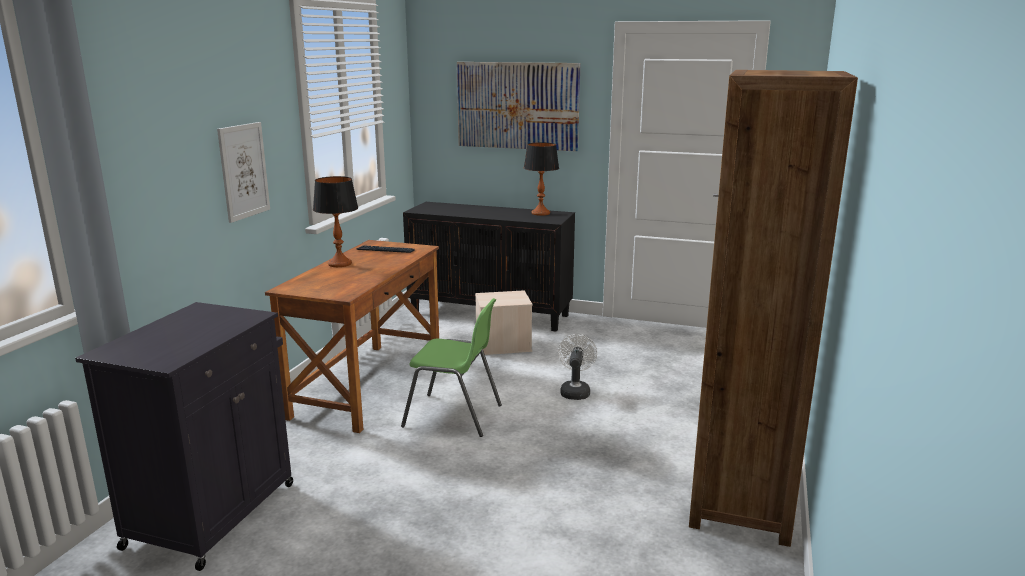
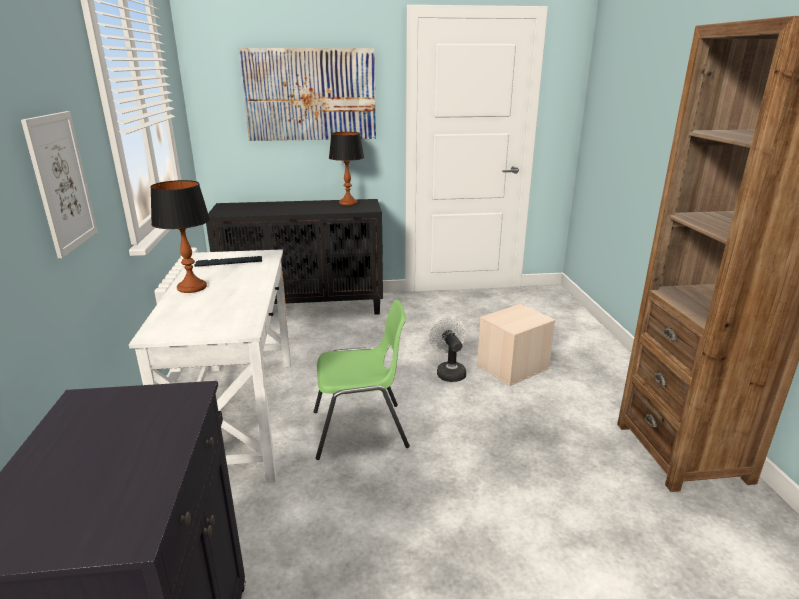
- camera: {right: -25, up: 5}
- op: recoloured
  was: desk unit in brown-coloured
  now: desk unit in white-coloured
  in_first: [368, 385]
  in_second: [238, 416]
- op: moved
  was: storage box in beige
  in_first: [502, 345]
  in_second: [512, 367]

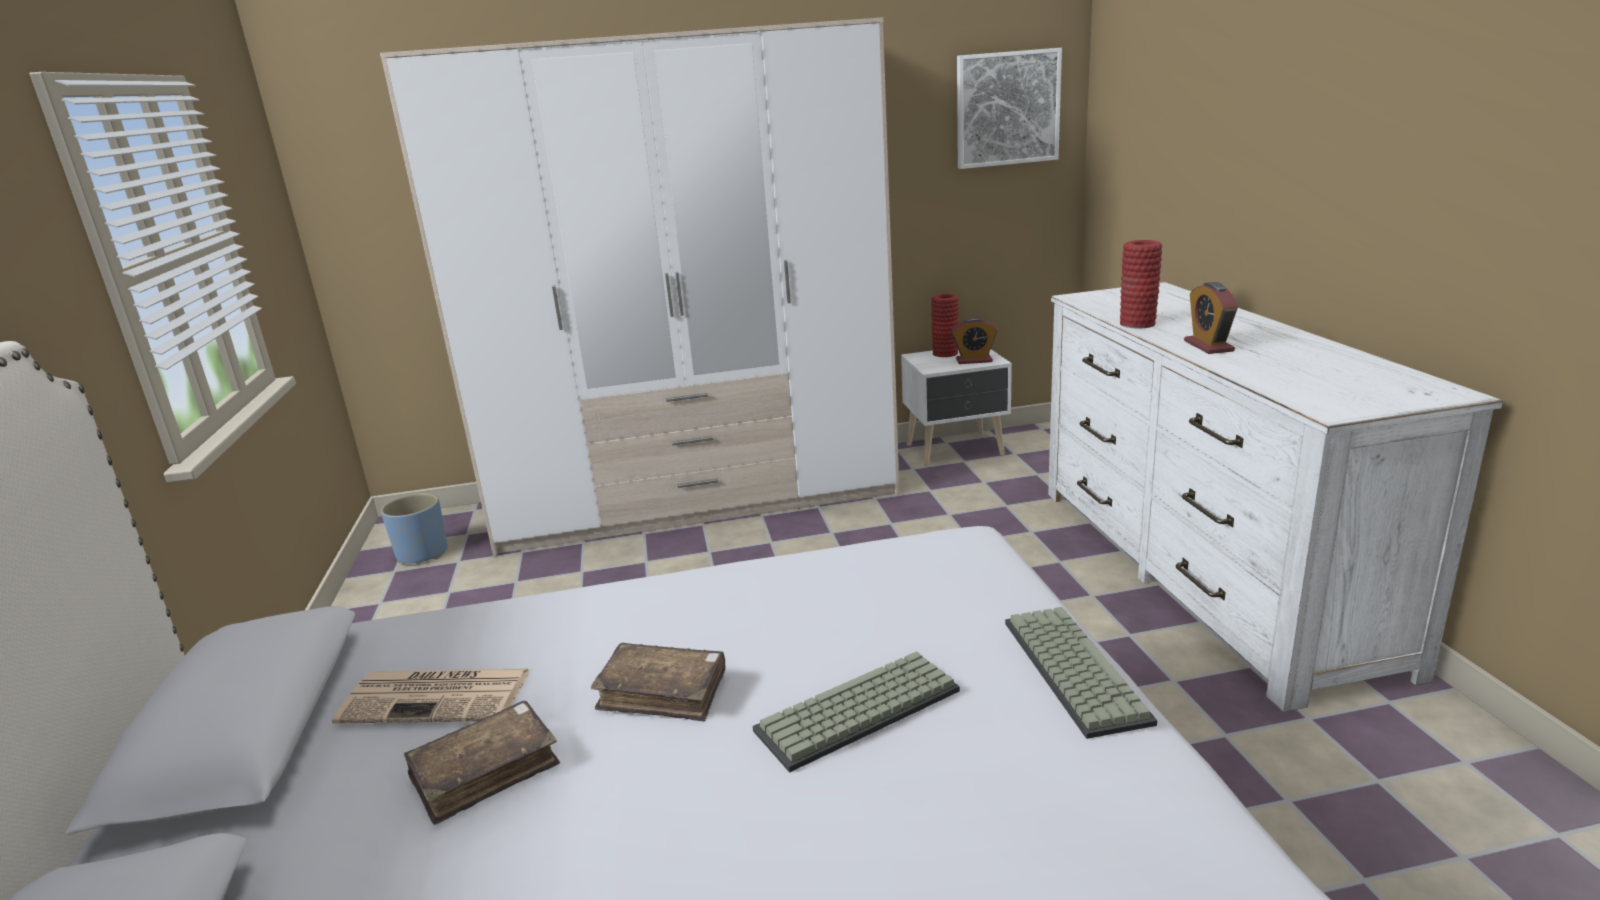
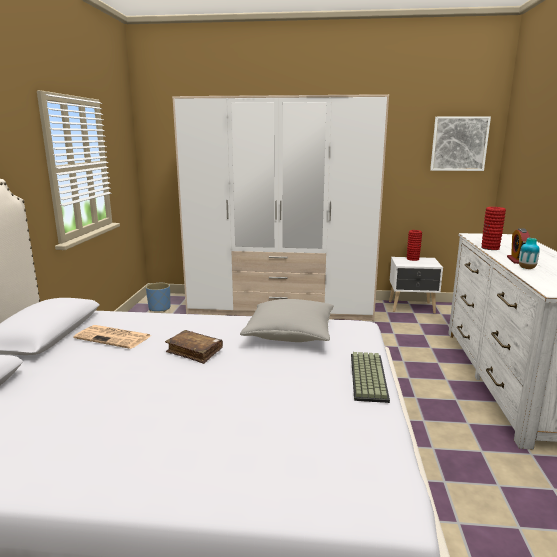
- camera: {right: 15, up: -5}
- op: removed
  was: volume in brown-coloured
  in_first: [485, 772]
- op: removed
  was: keyboard
  in_first: [858, 713]
- op: removed
  was: alarm clock
  in_first: [974, 360]
- op: added
  now: throw pillow in greyish
  in_second: [290, 334]
- op: added
  now: flower vase
  in_second: [526, 268]

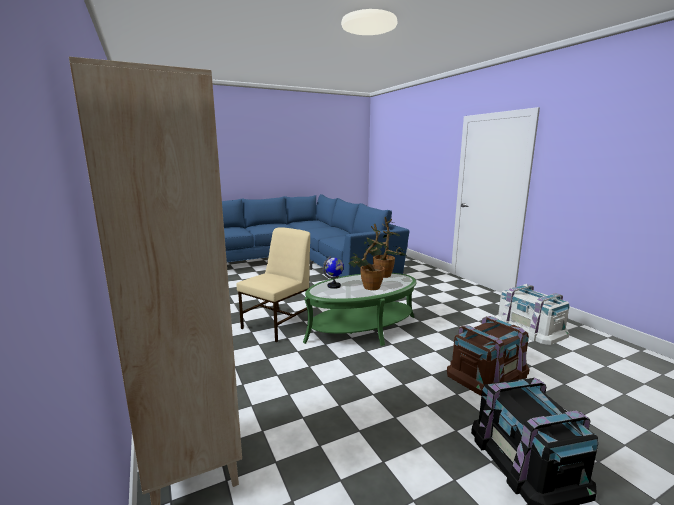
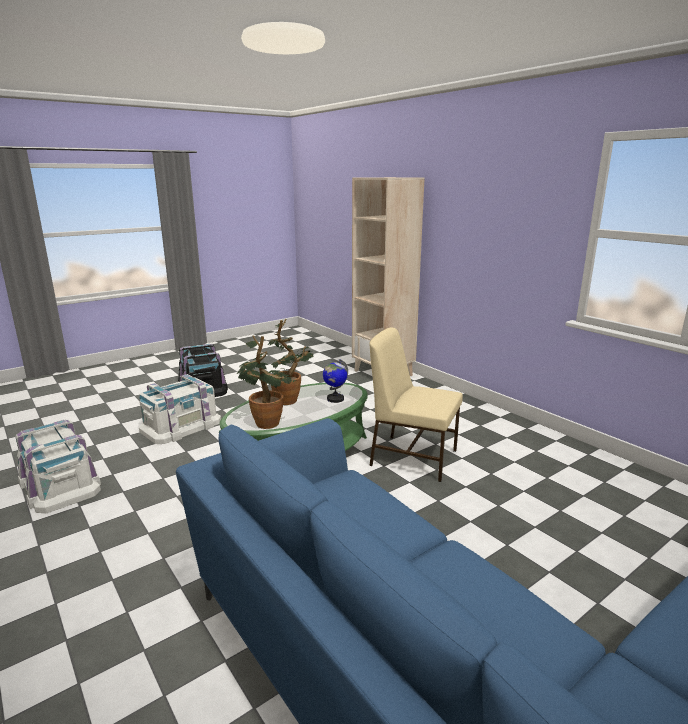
- camera: {right: 170, up: 5}
- op: turned
  was: plain chair in beige
  in_first: [278, 324]
  in_second: [412, 457]
  clockwise: 90
- op: recoloured
  was: storage box in brown-coloured
  now: storage box in white-coloured
  in_first: [487, 372]
  in_second: [181, 425]

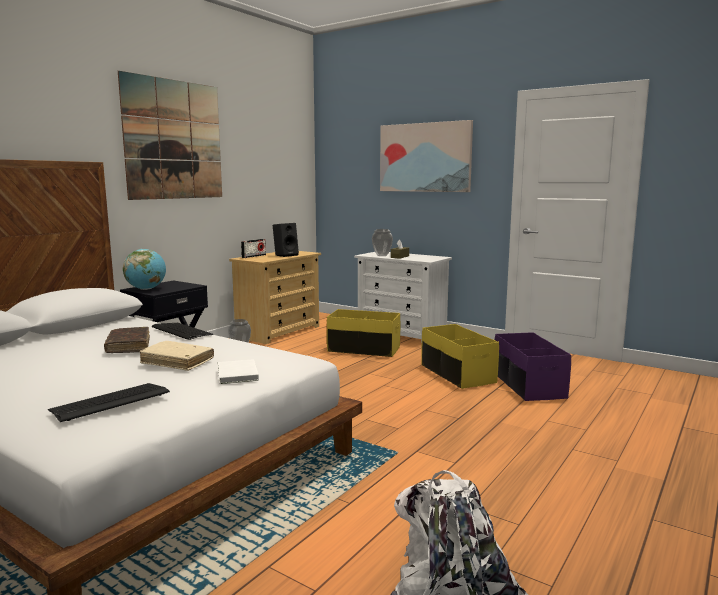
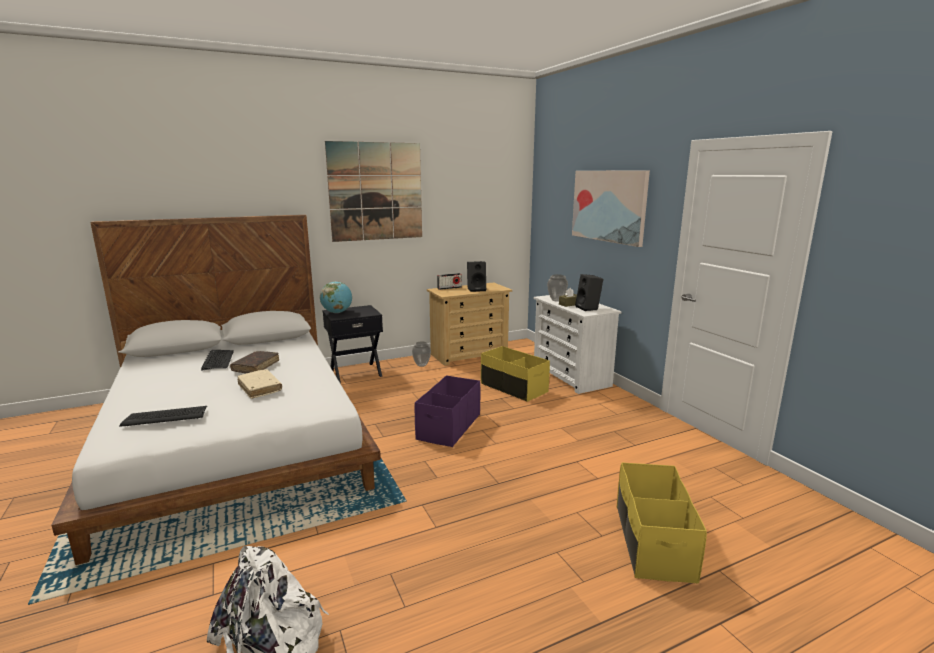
- camera: {right: 30, up: 5}
- op: moved
  was: keyboard
  in_first: [181, 332]
  in_second: [218, 360]
- op: removed
  was: volume in white-coloured
  in_first: [236, 374]
- op: moved
  was: storage box in yellowish
  in_first: [457, 374]
  in_second: [652, 542]
- op: moved
  was: storage box in purplish
  in_first: [527, 385]
  in_second: [448, 427]
- op: added
  now: loudspeaker in black-coloured
  in_second: [588, 308]

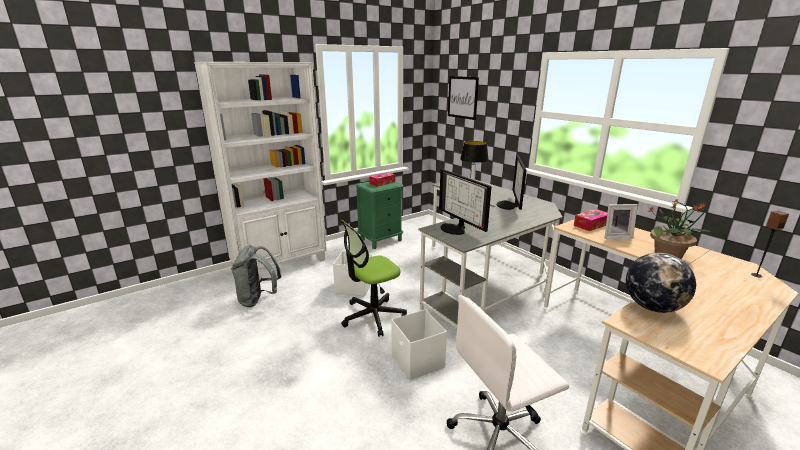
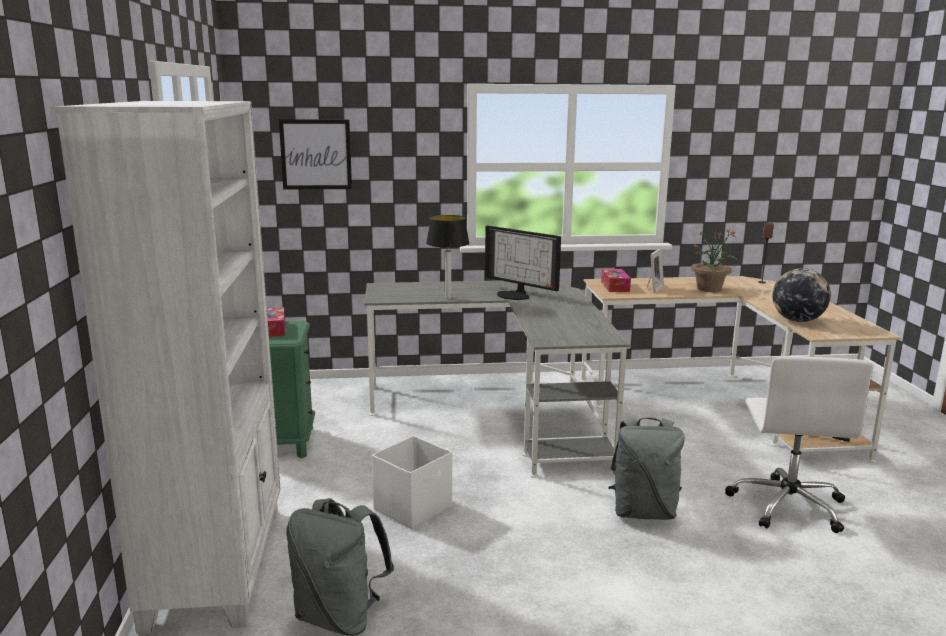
- camera: {right: -60, up: -5}
- op: removed
  was: computer chair
  in_first: [373, 316]
- op: replaced
  was: storage box in white-coloured
  now: rucksack in greyish
  in_first: [417, 361]
  in_second: [643, 512]
- op: removed
  was: computer display
  in_first: [455, 228]

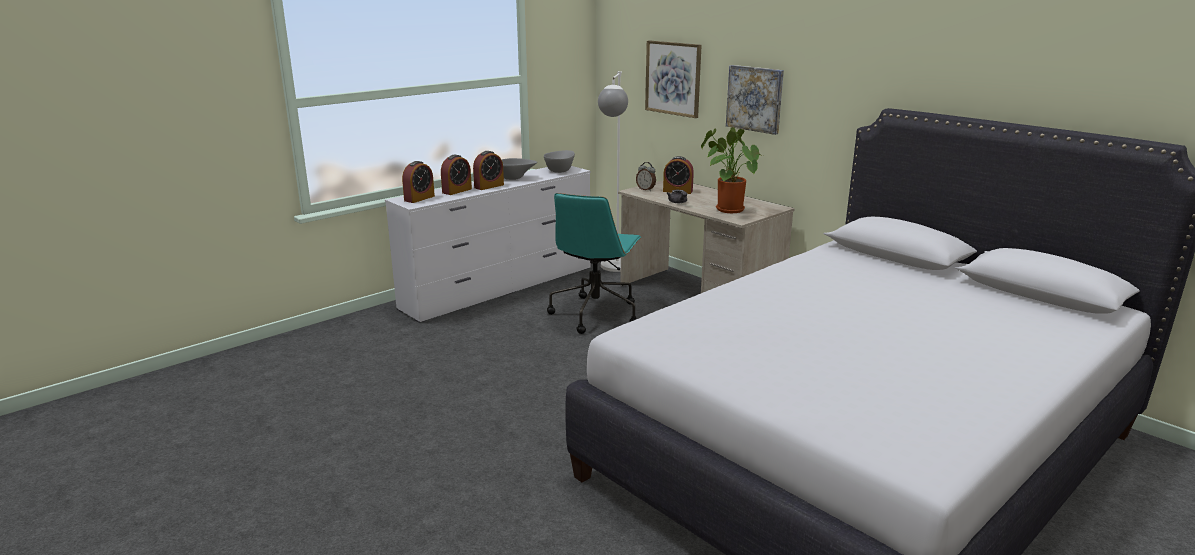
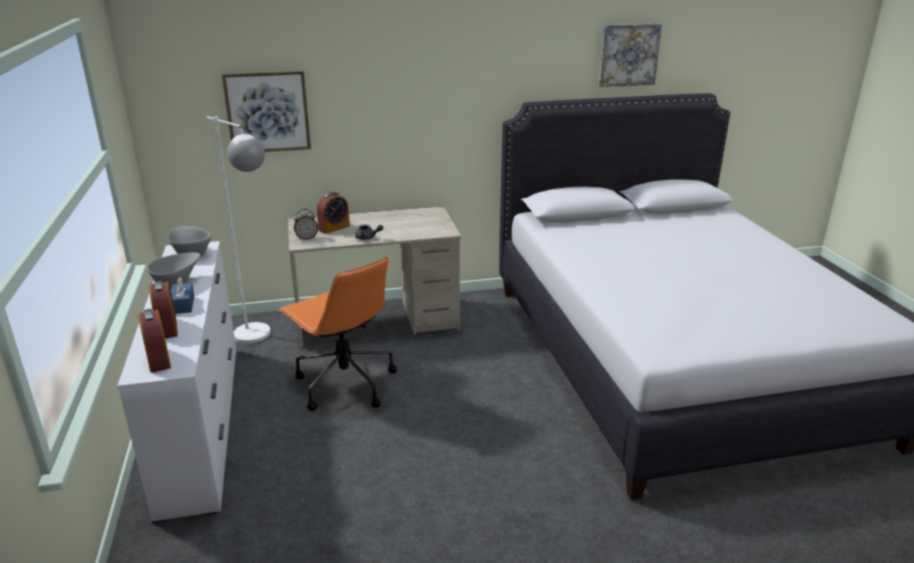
- camera: {right: -60, up: 5}
- op: replaced
  was: alarm clock
  now: box of tissues in blue
  in_first: [489, 186]
  in_second: [183, 305]
- op: recoloured
  was: computer chair in turquoise
  now: computer chair in orange-coloured
  in_first: [595, 313]
  in_second: [344, 384]
- op: removed
  was: plant in a pot
  in_first: [727, 209]
- op: moved
  was: picture
  in_first: [755, 99]
  in_second: [628, 55]

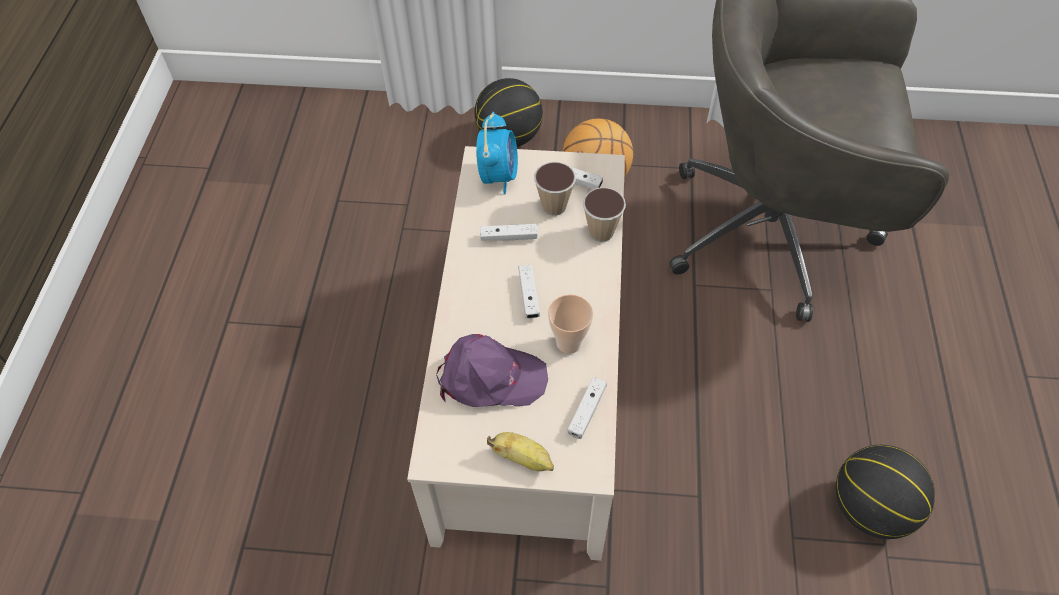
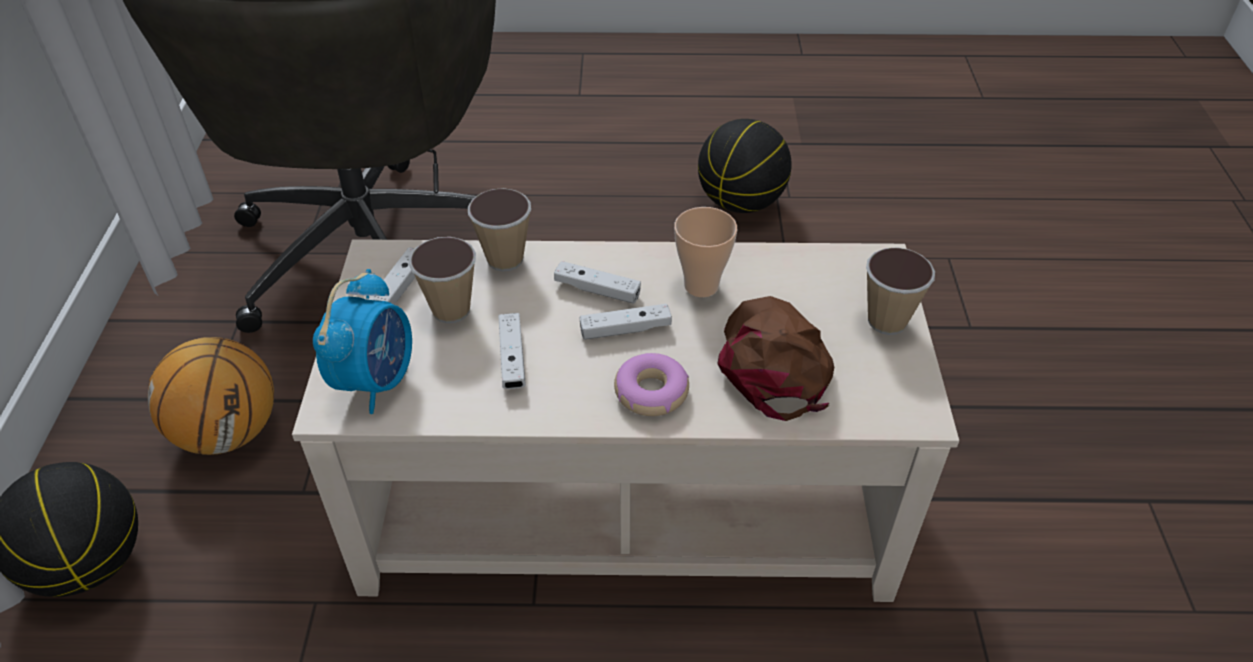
- camera: {right: -95, up: -10}
- op: recoloured
  was: baseball cap in purplish
  now: baseball cap in brown-coloured
  in_first: [490, 378]
  in_second: [774, 362]
- op: turned
  was: alarm clock
  in_first: [498, 176]
  in_second: [376, 380]
  clockwise: 105
- op: replaced
  was: banana
  now: drinking cup
  in_first: [523, 458]
  in_second: [887, 321]
- op: moved
  was: joypad in white-coloured
  in_first: [586, 411]
  in_second: [597, 290]
- op: added
  now: ring doughnut
  in_second: [651, 392]

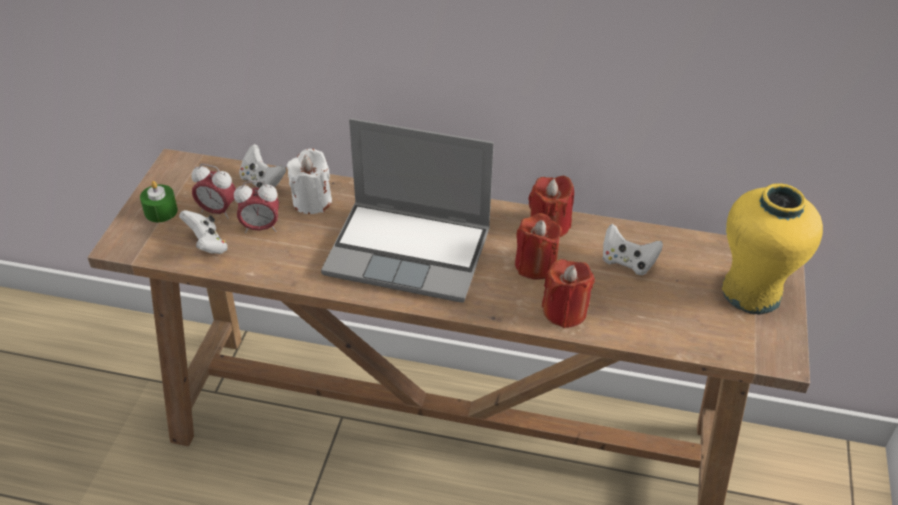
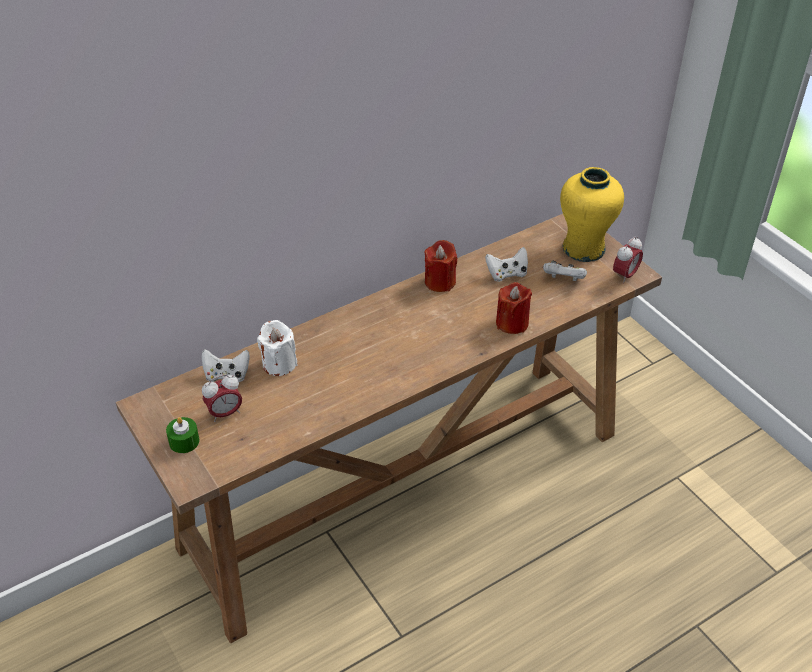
- camera: {right: -45, up: 0}
- op: moved
  was: joypad in white-coloured
  in_first: [207, 245]
  in_second: [563, 280]
- op: moved
  was: alarm clock
  in_first: [261, 228]
  in_second: [625, 275]
- op: removed
  was: notebook computer
  in_first: [411, 252]
- op: removed
  was: wax candle in reddish
  in_first: [535, 265]

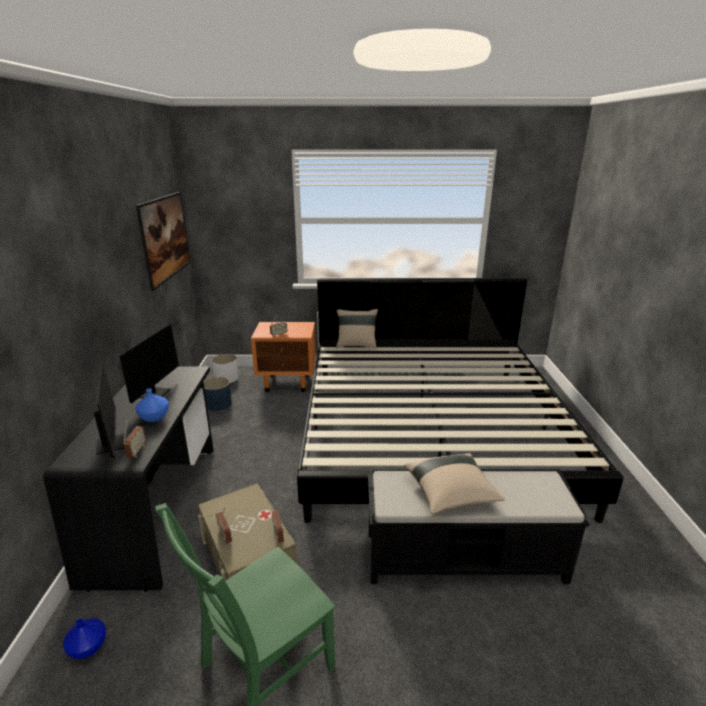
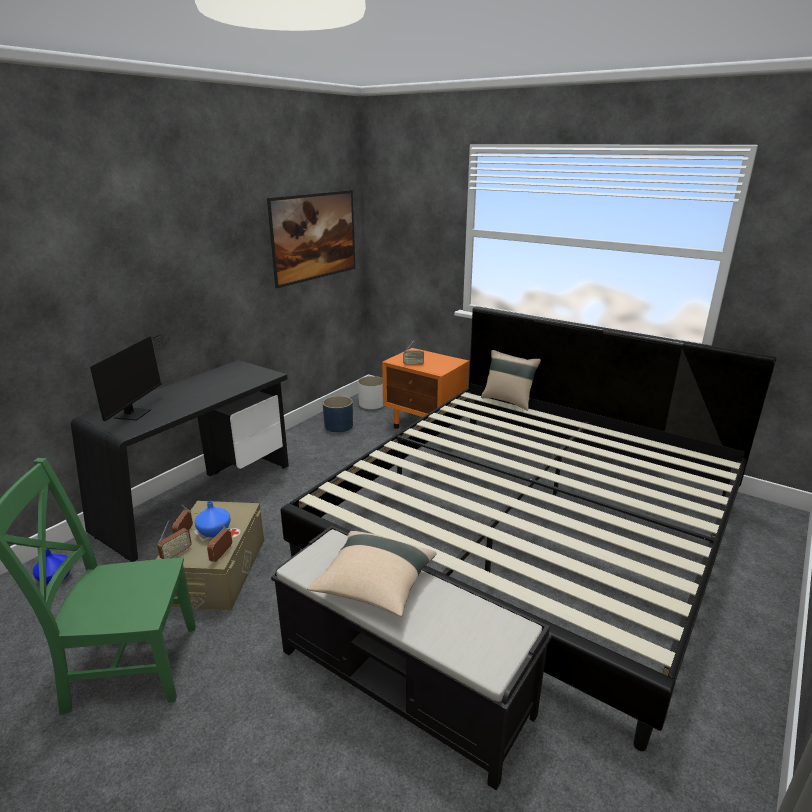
- camera: {right: 35, up: 0}
- op: removed
  was: computer display
  in_first: [158, 391]
- op: moved
  was: radio set
  in_first: [137, 451]
  in_second: [176, 554]
- op: moved
  was: flower vase in blue
  in_first: [154, 417]
  in_second: [214, 531]

